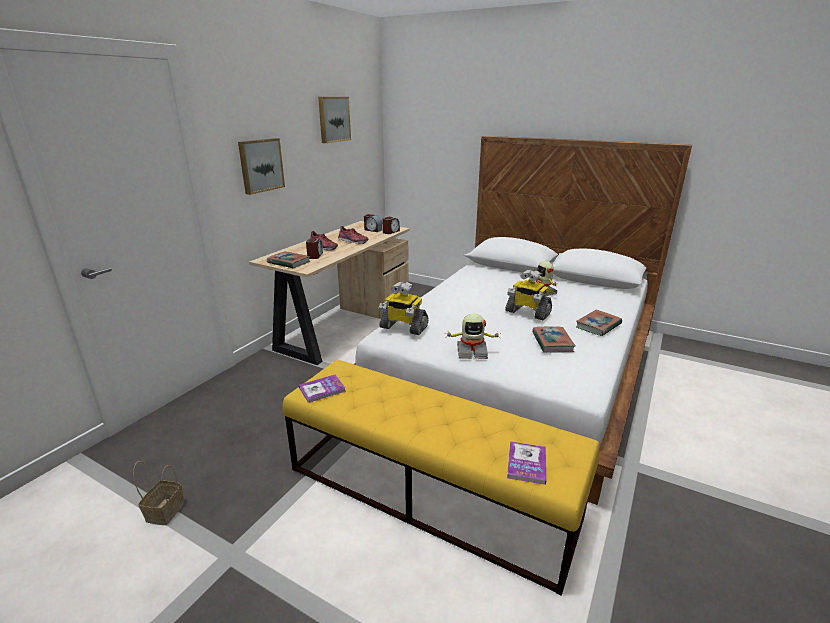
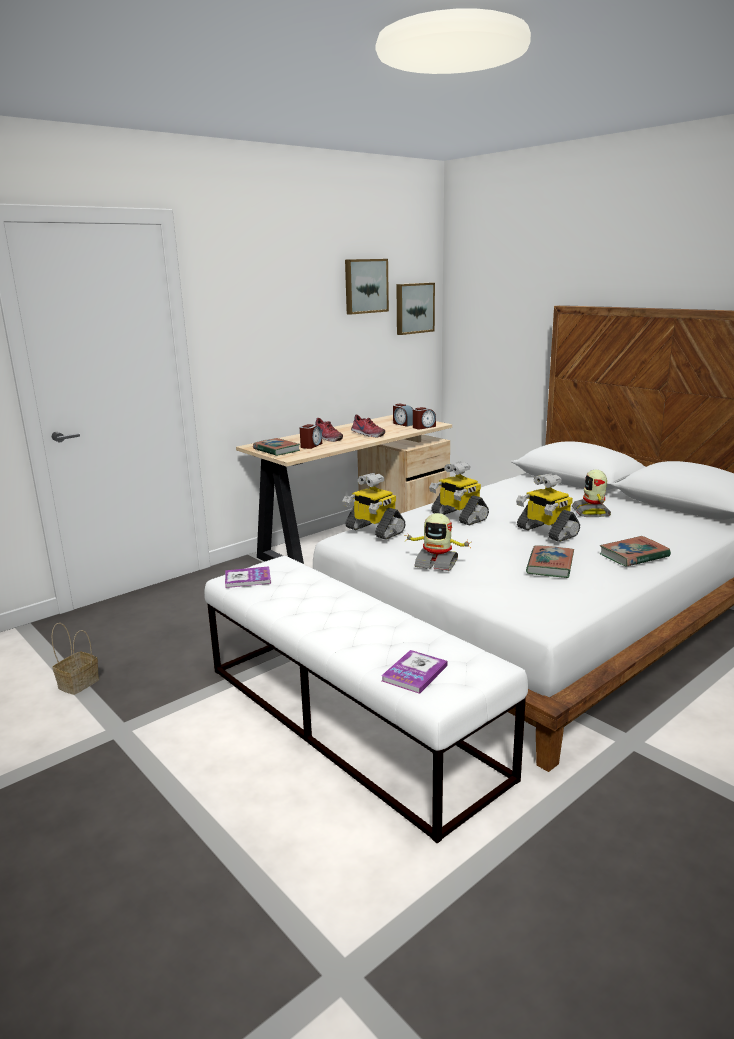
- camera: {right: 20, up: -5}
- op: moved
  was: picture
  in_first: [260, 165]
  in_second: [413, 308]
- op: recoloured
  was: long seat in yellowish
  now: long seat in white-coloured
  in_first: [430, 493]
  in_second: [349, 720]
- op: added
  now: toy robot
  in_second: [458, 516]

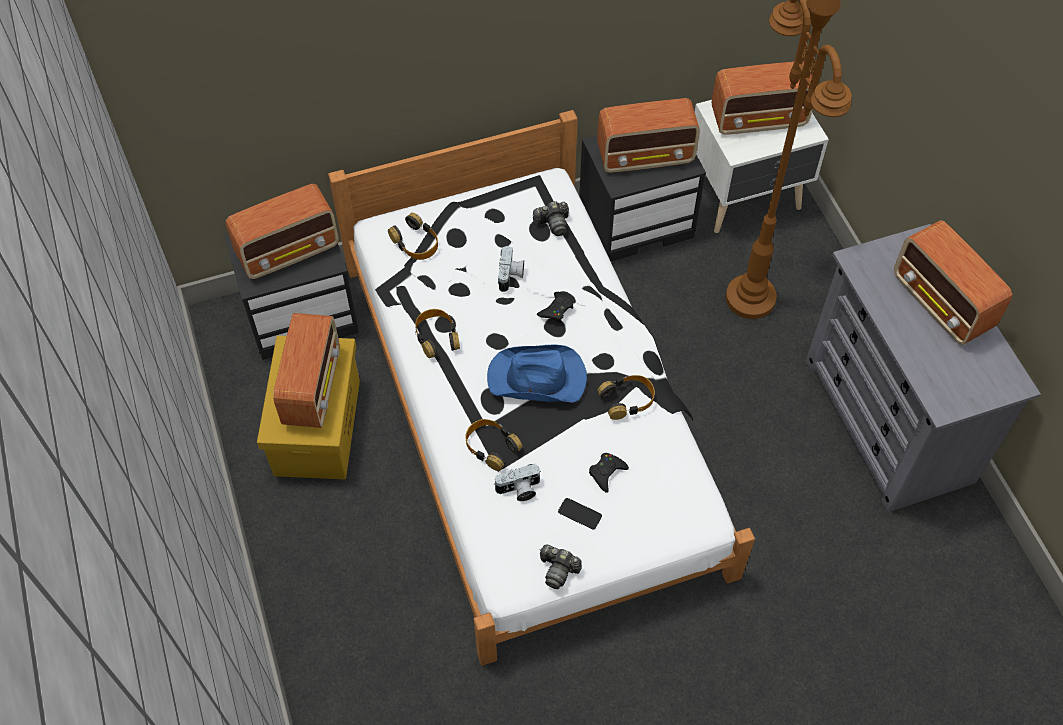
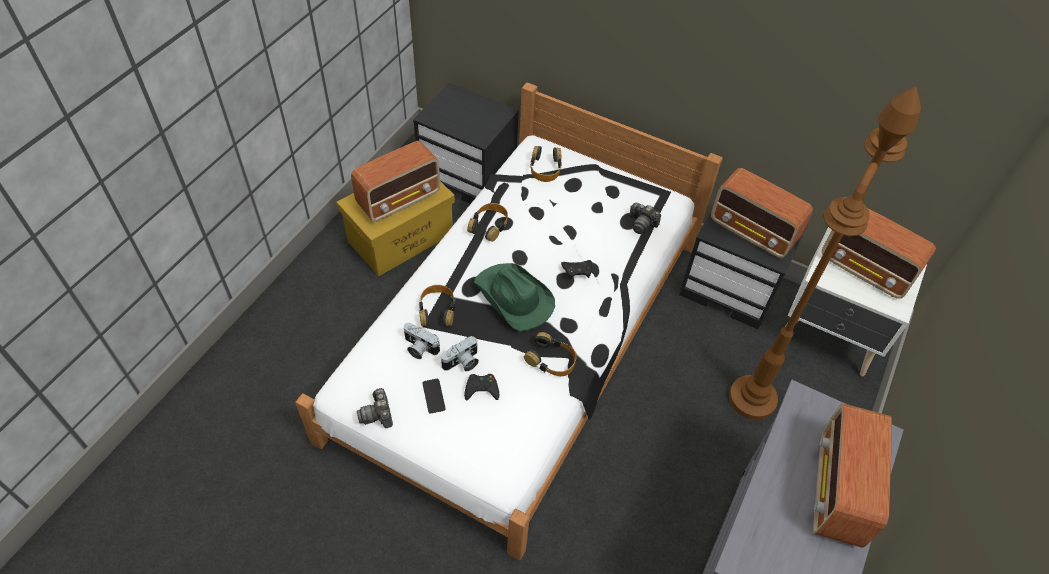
- camera: {right: 45, up: -5}
- op: removed
  was: radio set
  in_first: [289, 251]
- op: recoloured
  was: clothing hat in blue
  now: clothing hat in green-coloured
  in_first: [538, 379]
  in_second: [514, 298]
- op: moved
  was: still camera
  in_first: [511, 276]
  in_second: [462, 363]

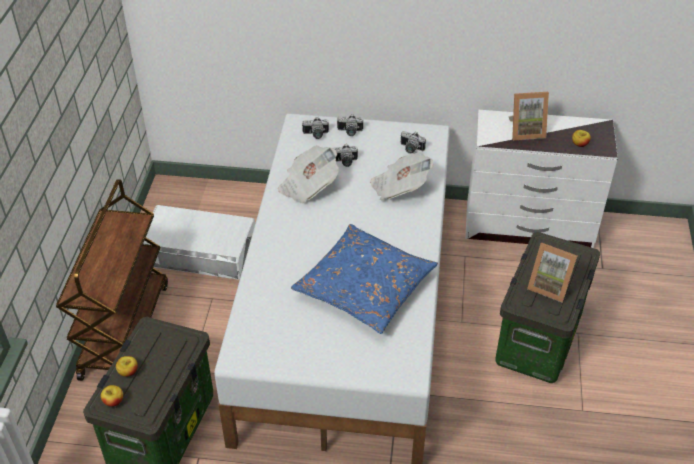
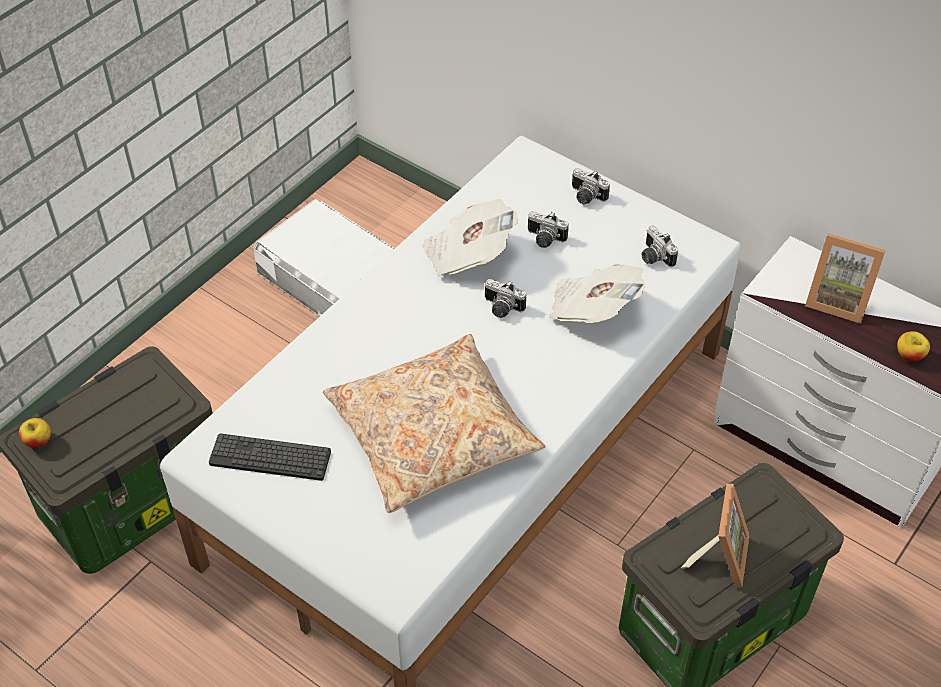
- camera: {right: 30, up: 5}
- op: removed
  was: wheeled cart in brown-coloured
  in_first: [124, 329]
- op: removed
  was: apple
  in_first: [128, 372]
- op: recoloured
  was: throw pillow in blue
  now: throw pillow in beige
  in_first: [364, 287]
  in_second: [432, 435]
- op: moved
  was: still camera
  in_first: [315, 135]
  in_second: [501, 308]
- op: turned
  was: standing frame
  in_first: [549, 286]
  in_second: [719, 556]
  clockwise: -135
- op: added
  now: keyboard
  in_second: [270, 458]

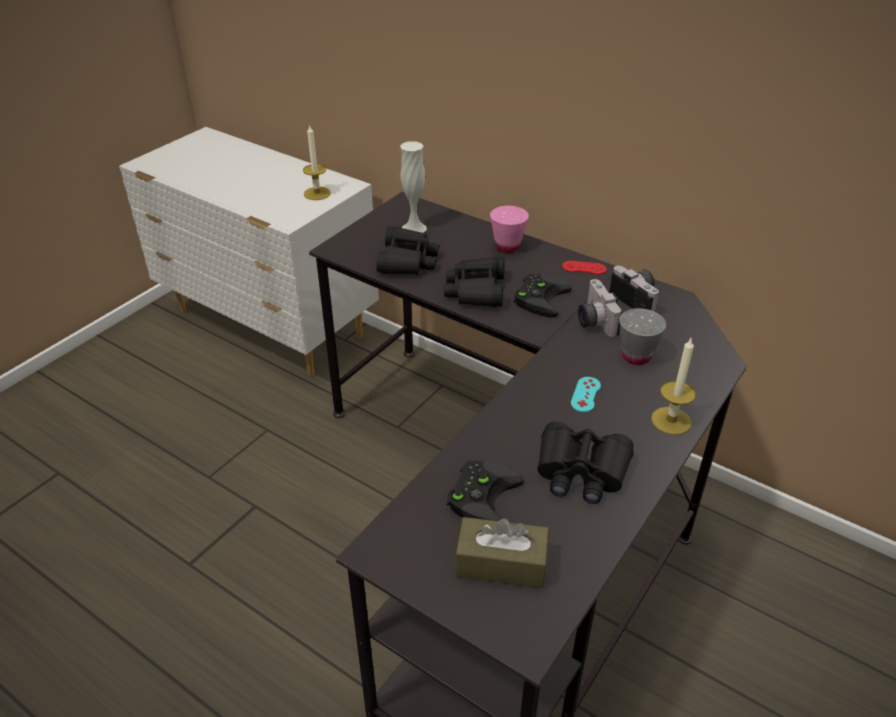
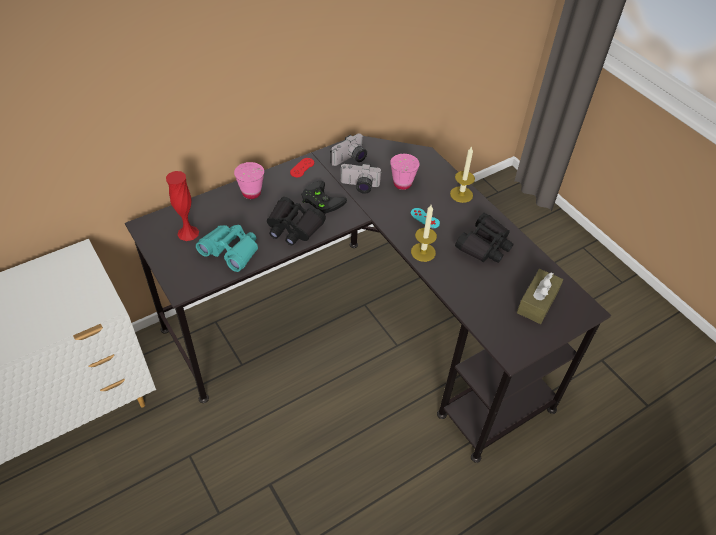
- camera: {right: -70, up: 10}
- op: moved
  was: wax candle
  in_first: [317, 193]
  in_second: [423, 252]
- op: recoloured
  was: binoculars in black-coloured
  now: binoculars in turquoise
  in_first: [407, 261]
  in_second: [231, 251]
- op: recoloured
  was: flower vase in white-coloured
  now: flower vase in reddish
  in_first: [414, 228]
  in_second: [188, 233]
- op: removed
  was: joypad in black-coloured
  in_first: [482, 494]
- op: turned
  was: still camera
  in_first: [638, 300]
  in_second: [350, 159]
  clockwise: 150
- op: recoloured
  was: drinking cup in greyish
  now: drinking cup in pinkish
  in_first: [636, 356]
  in_second: [402, 184]

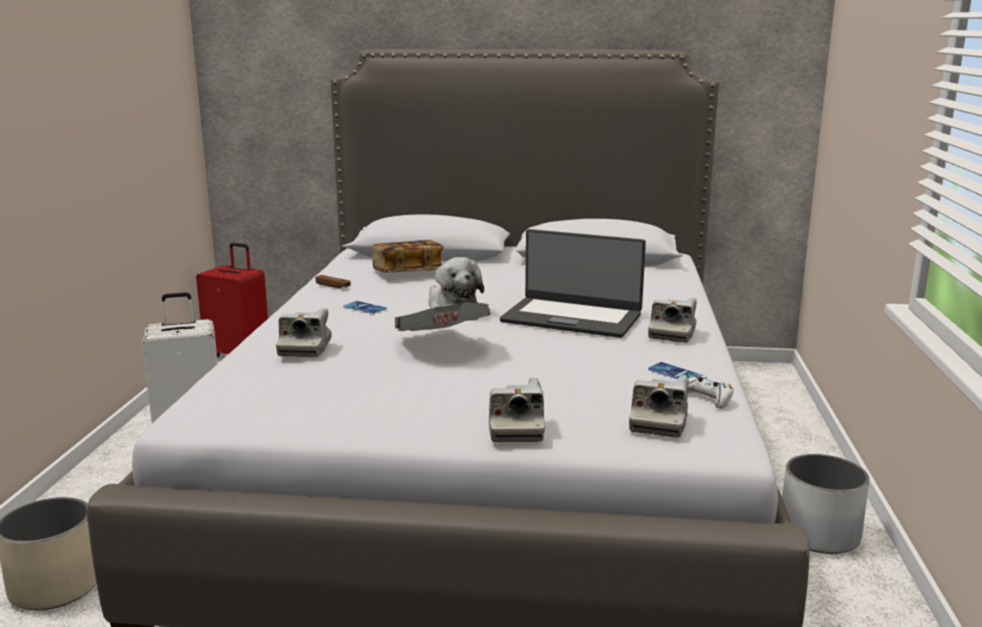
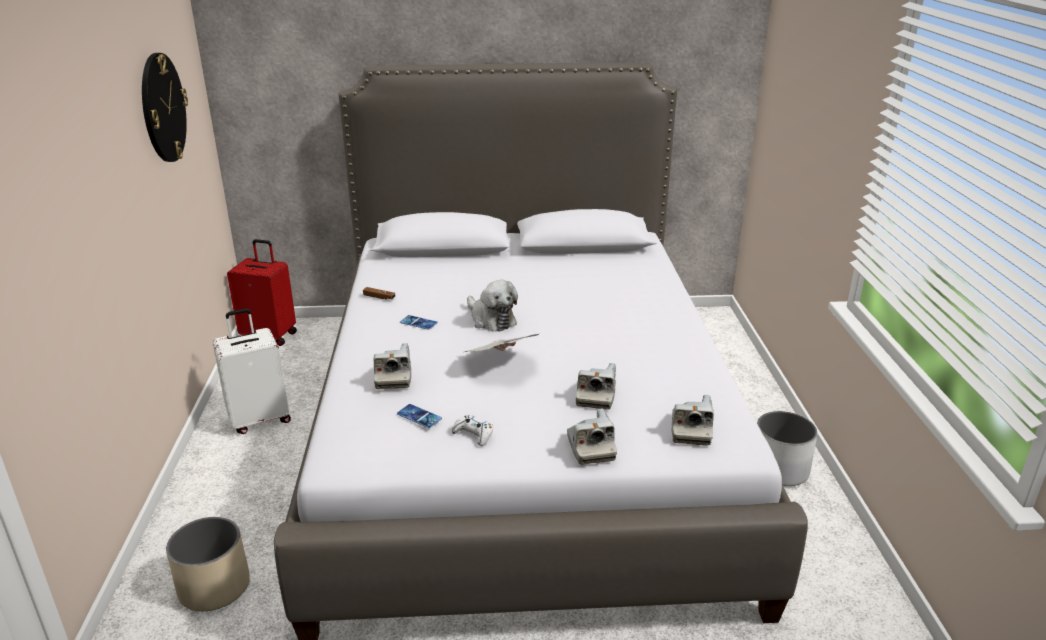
- camera: {right: -10, up: 10}
- op: removed
  was: volume
  in_first: [407, 273]
- op: removed
  was: notebook computer
  in_first: [572, 318]
- op: moved
  was: still camera
  in_first: [672, 333]
  in_second: [596, 396]
- op: moved
  was: telephone
  in_first: [676, 373]
  in_second: [419, 416]
- op: moved
  was: joypad in white-coloured
  in_first: [707, 398]
  in_second: [473, 434]
- op: added
  now: wall clock
  in_second: [163, 108]

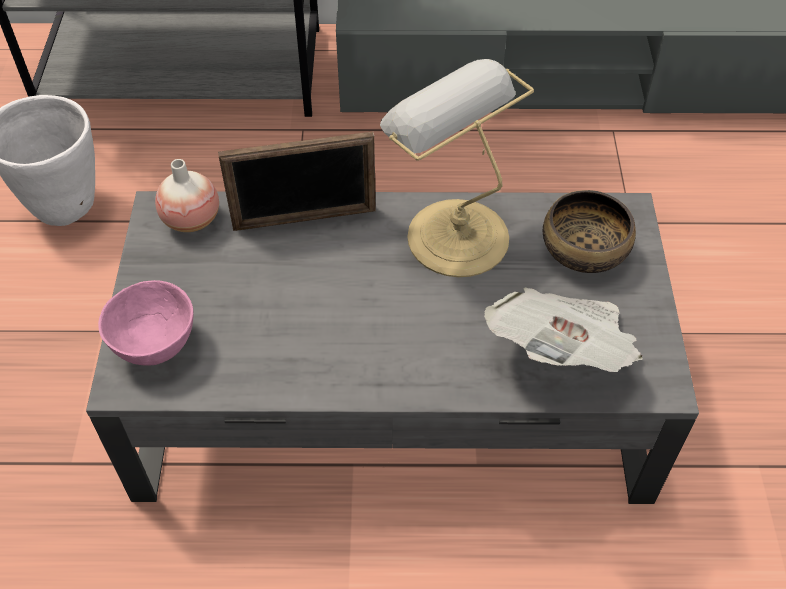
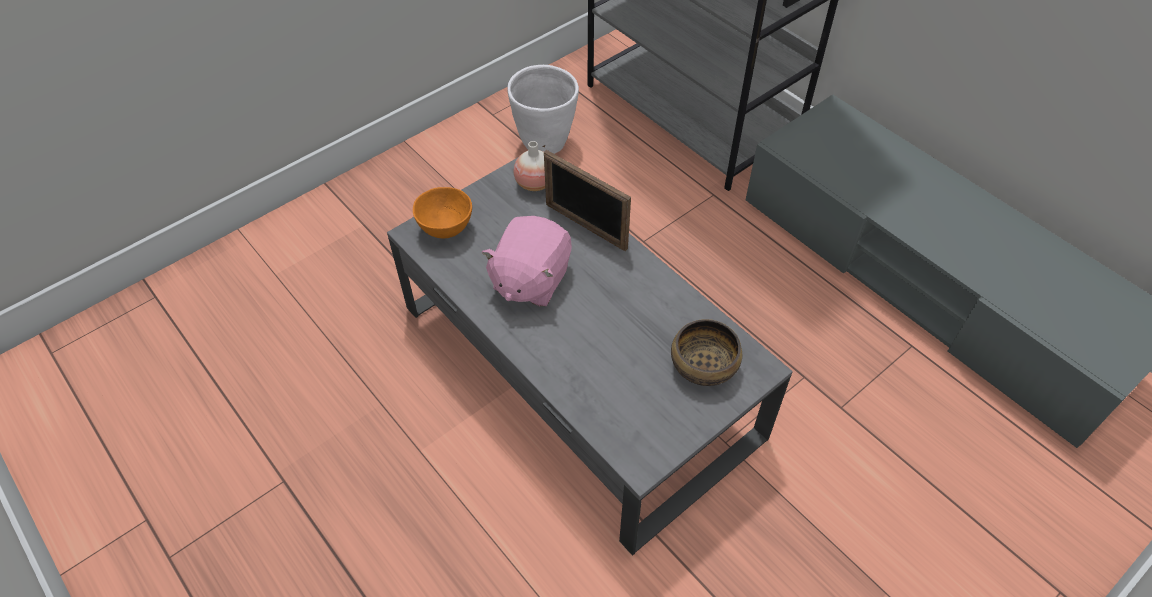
- camera: {right: 50, up: 0}
- op: recoloured
  was: bowl in pinkish
  now: bowl in orange-coloured
  in_first: [154, 346]
  in_second: [445, 228]
- op: removed
  was: table lamp
  in_first: [453, 234]
- op: removed
  was: newspaper
  in_first: [562, 350]
- op: added
  now: cuddly toy in pinkish
  in_second: [530, 280]

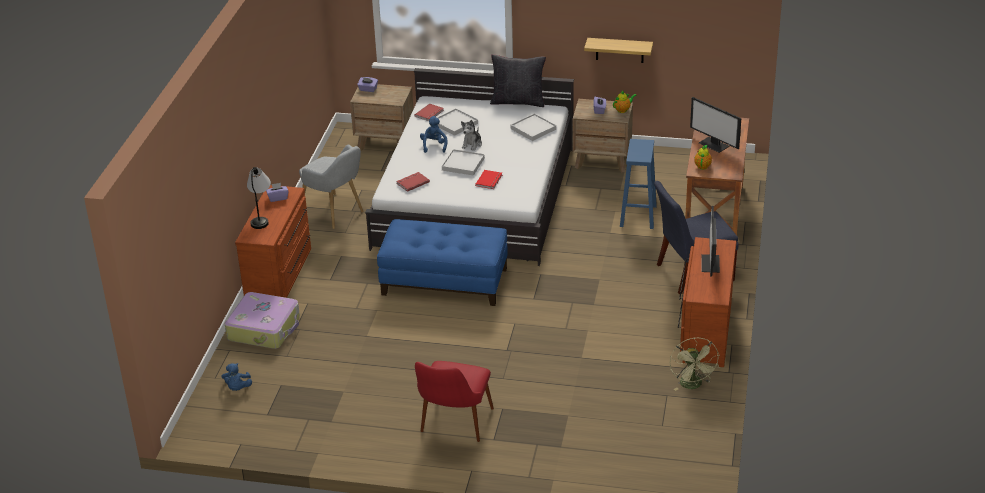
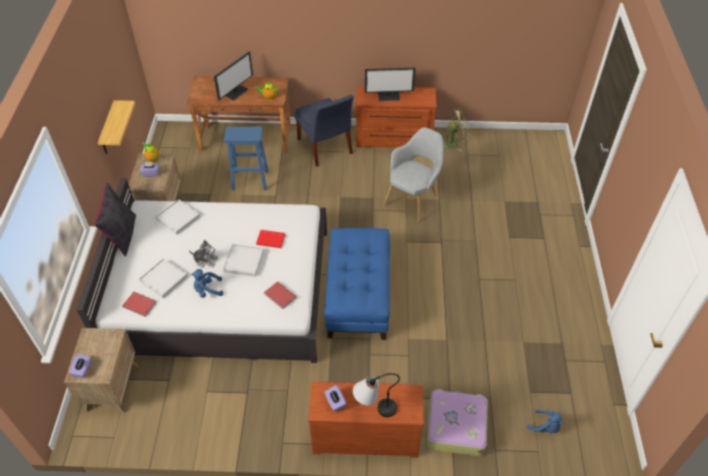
- camera: {right: -100, up: 15}
- op: turned
  was: cuddly toy in blue
  in_first: [237, 388]
  in_second: [545, 427]
  clockwise: 45
- op: moved
  was: armchair in greyish
  in_first: [335, 214]
  in_second: [413, 199]
- op: removed
  was: plain chair in reddish
  in_first: [453, 428]

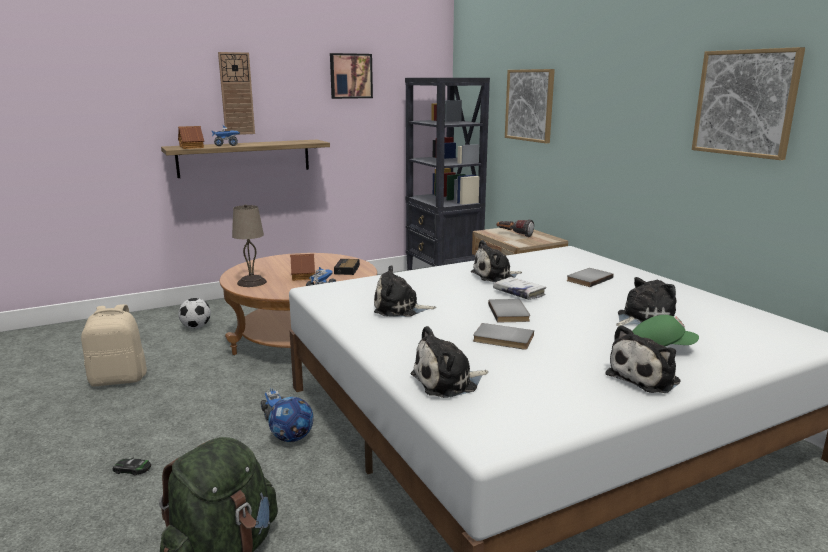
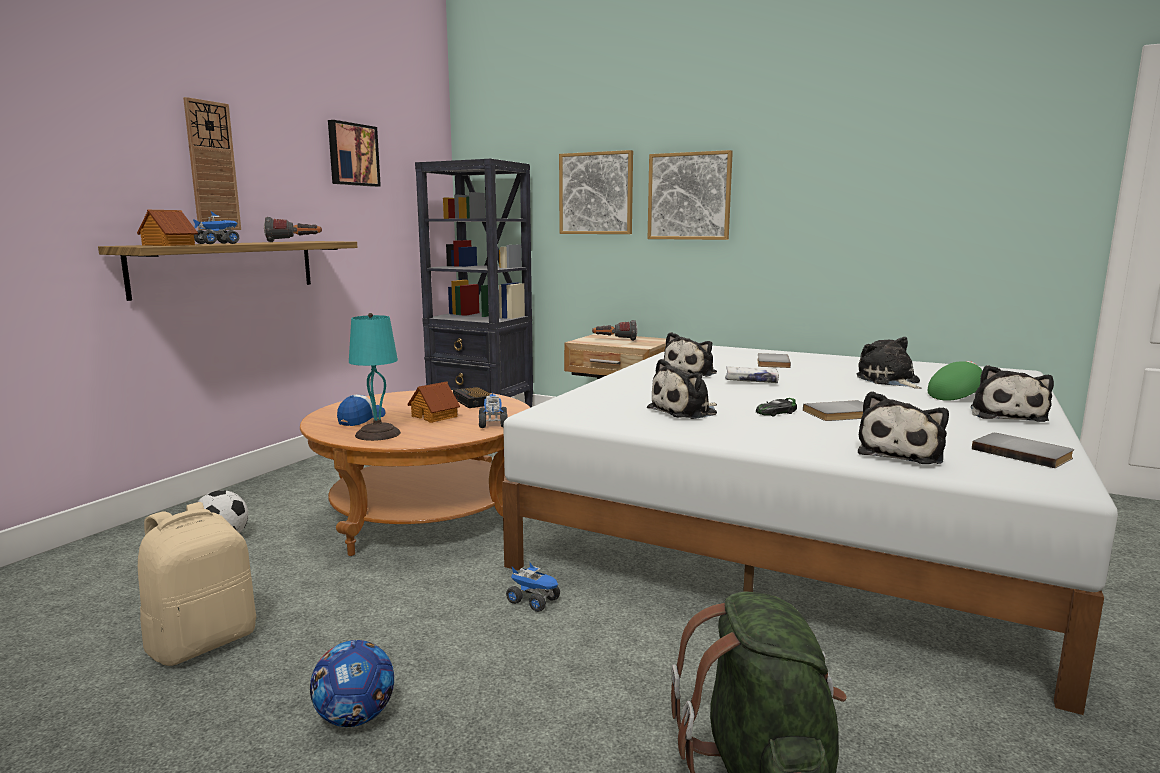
- camera: {right: -35, up: -5}
- op: moved
  was: miniature car
  in_first: [132, 469]
  in_second: [776, 412]
- op: recoloured
  was: table lamp in beige
  now: table lamp in turquoise
  in_first: [251, 282]
  in_second: [378, 434]
- op: moved
  was: football ball
  in_first: [292, 438]
  in_second: [355, 717]
- op: moved
  was: volume in greyish
  in_first: [510, 313]
  in_second: [1023, 453]
- op: turned
  was: cuddly toy
  in_first: [643, 318]
  in_second: [889, 380]
  clockwise: -45
- op: moved
  was: picture
  in_first: [745, 103]
  in_second: [689, 196]
- op: added
  now: hand torch
  in_second: [294, 242]
- op: added
  now: baseball cap
  in_second: [361, 419]

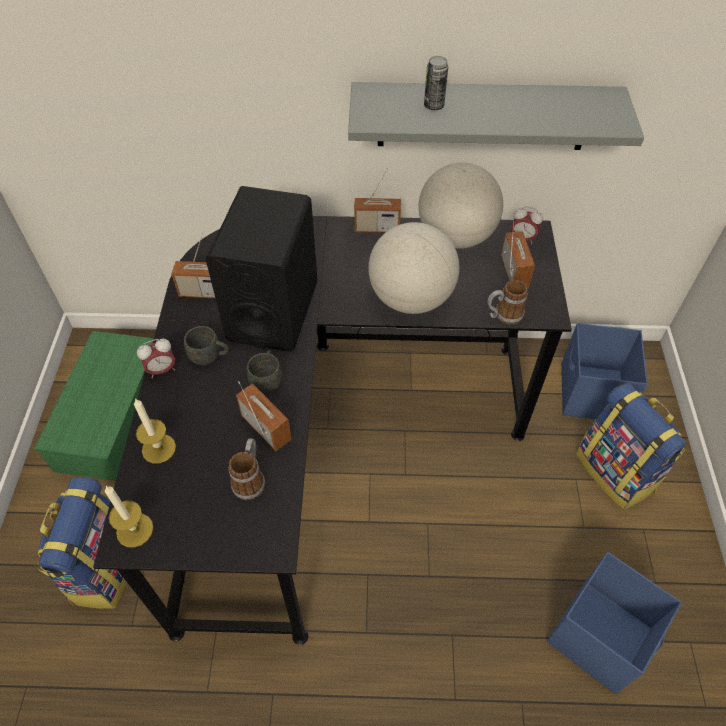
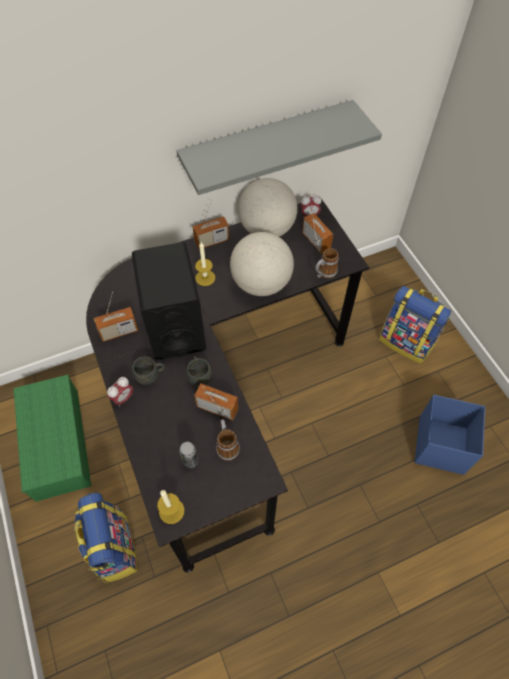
- camera: {right: -25, up: 5}
- op: moved
  was: wax candle
  in_first: [159, 448]
  in_second: [205, 278]
- op: moved
  was: can
  in_first: [433, 106]
  in_second: [190, 461]
- op: removed
  was: storage box in blue
  in_first: [591, 394]

